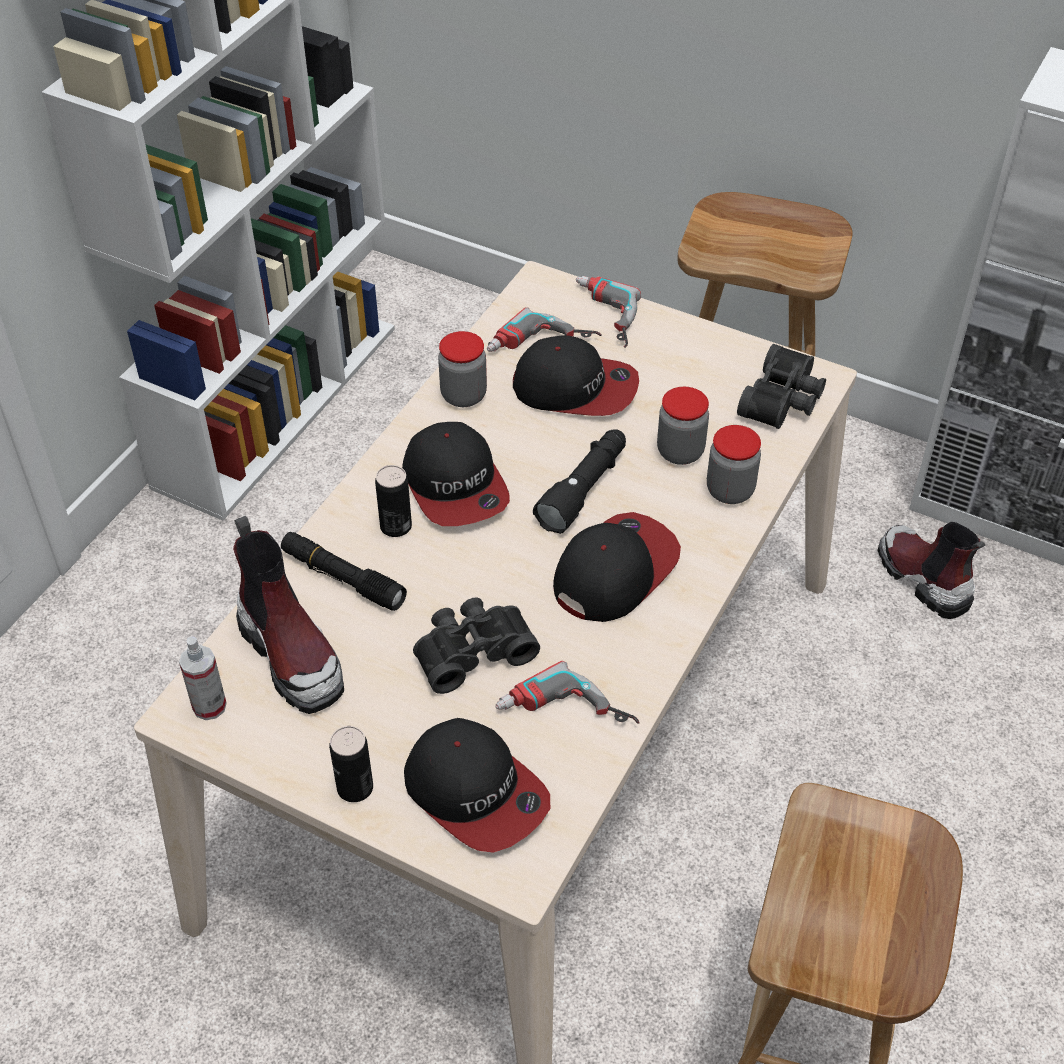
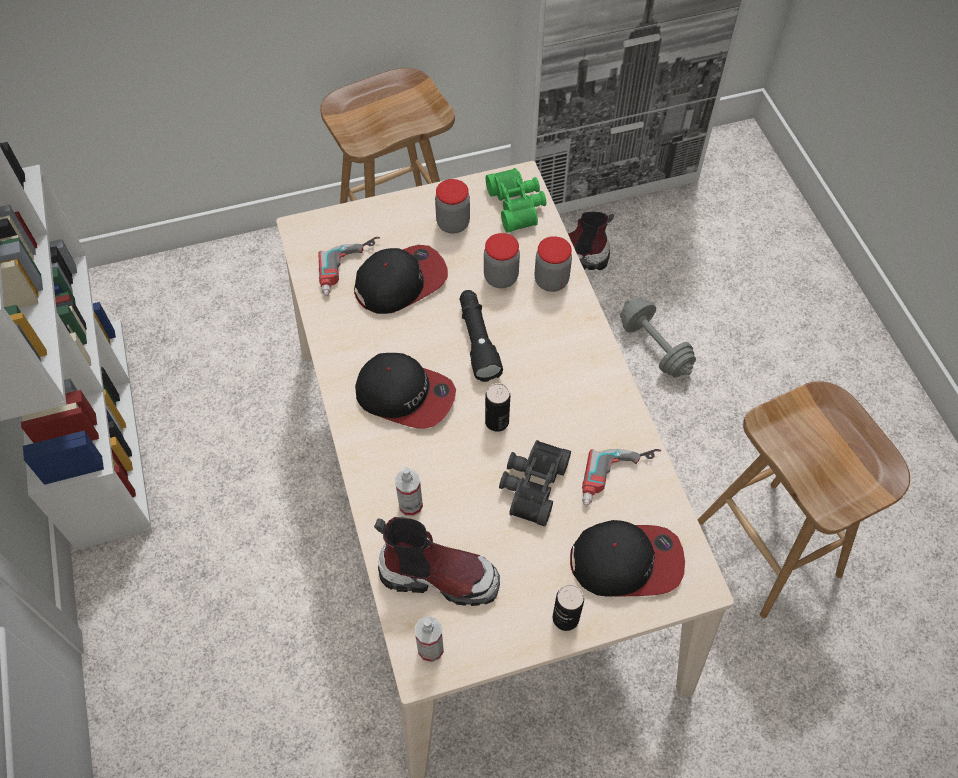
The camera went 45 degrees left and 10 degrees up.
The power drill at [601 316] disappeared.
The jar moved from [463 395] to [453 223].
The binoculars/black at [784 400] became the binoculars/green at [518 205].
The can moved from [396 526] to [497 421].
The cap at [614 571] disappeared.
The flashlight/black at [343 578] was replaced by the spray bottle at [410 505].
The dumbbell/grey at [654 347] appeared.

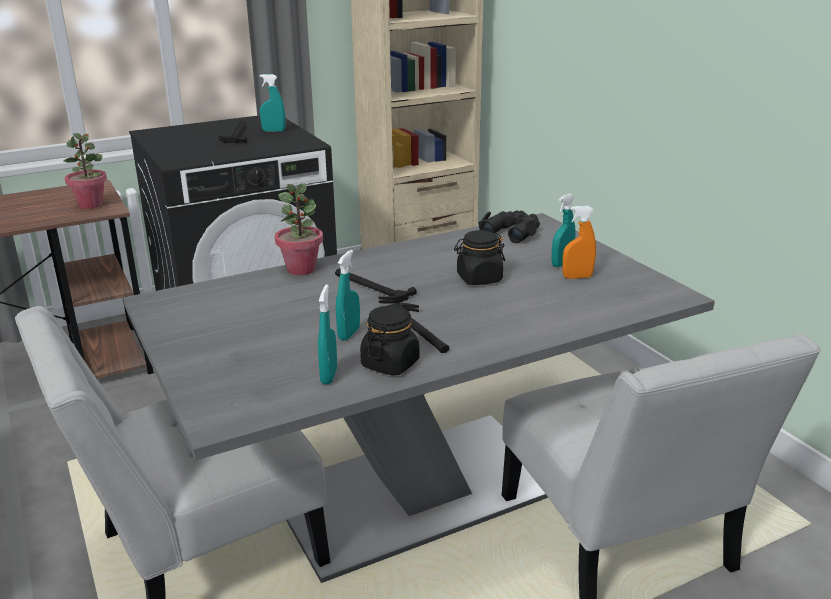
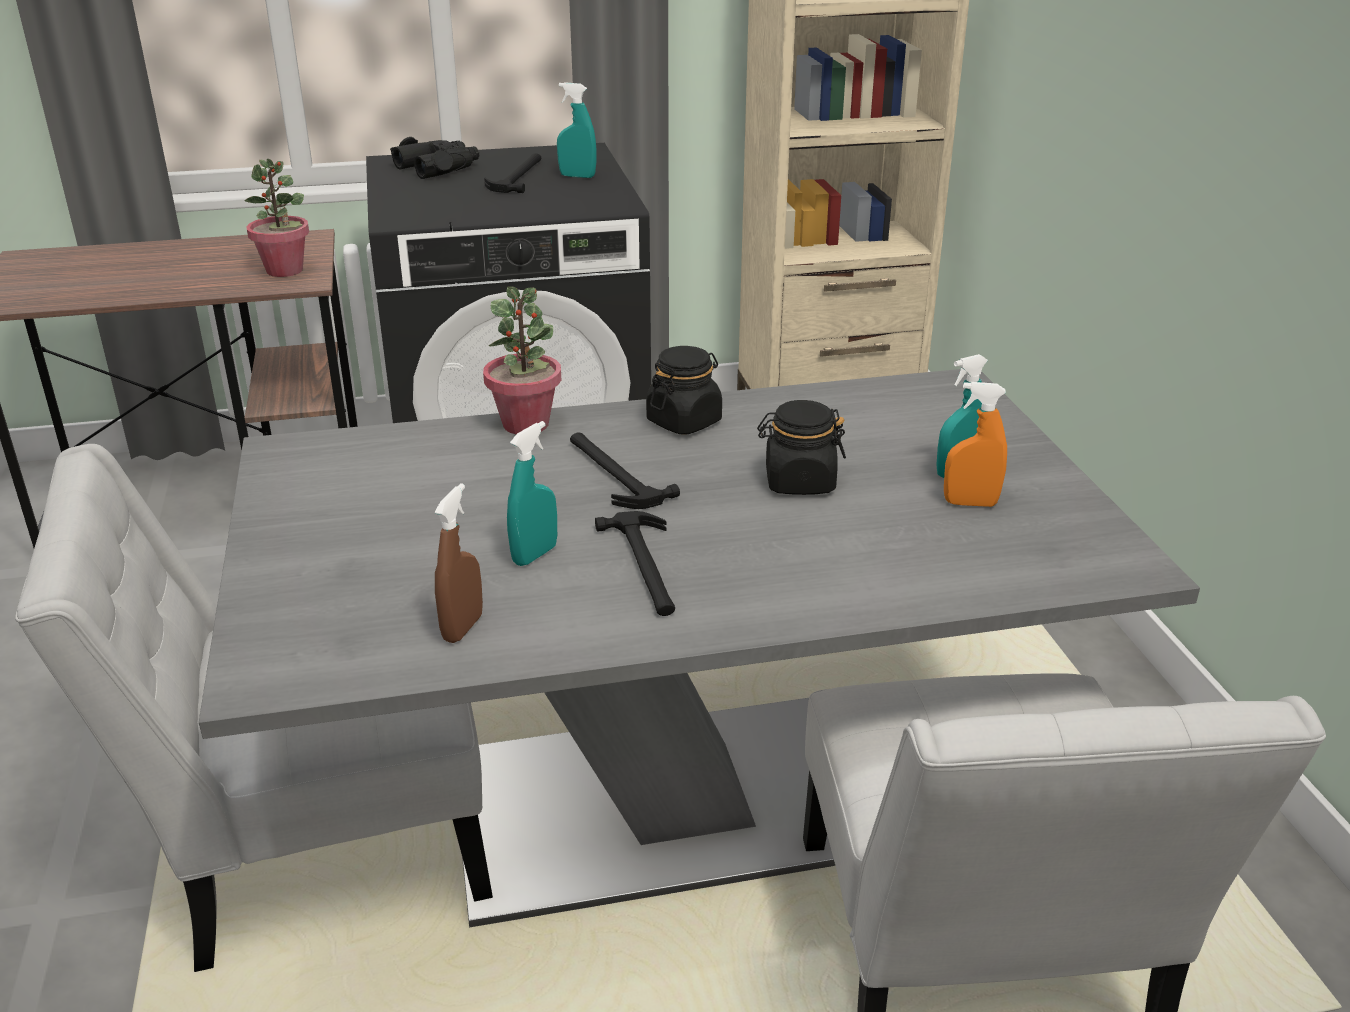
The camera went 15 degrees right and 5 degrees up.
The binoculars/black moved from [512 232] to [439 167].
The spray bottle/turquoise at [329 376] became the spray bottle/brown at [462 628].
The jar/black moved from [390 363] to [684 421].

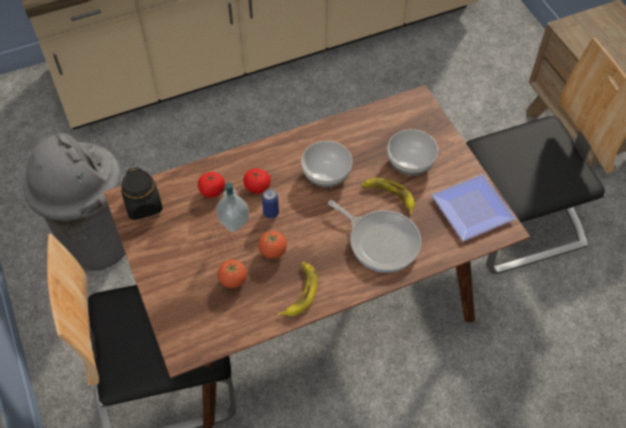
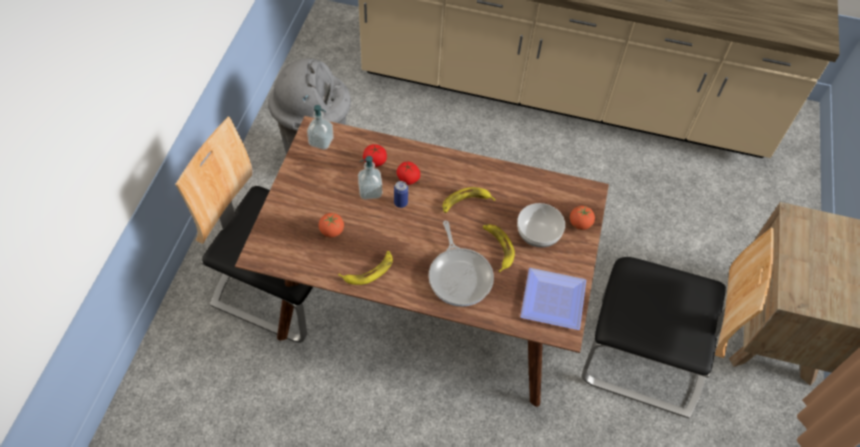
The camera went 35 degrees right and 0 degrees up.
The bowl at [326 175] was replaced by the banana at [465 202].
The jar/black at [143 205] was replaced by the soap dispenser at [321 141].
The tomato moved from [273 251] to [580 224].

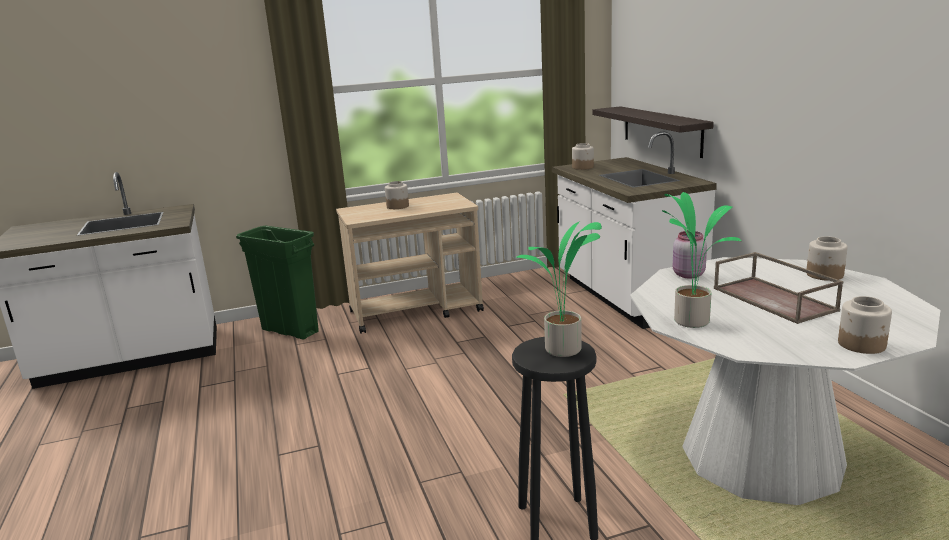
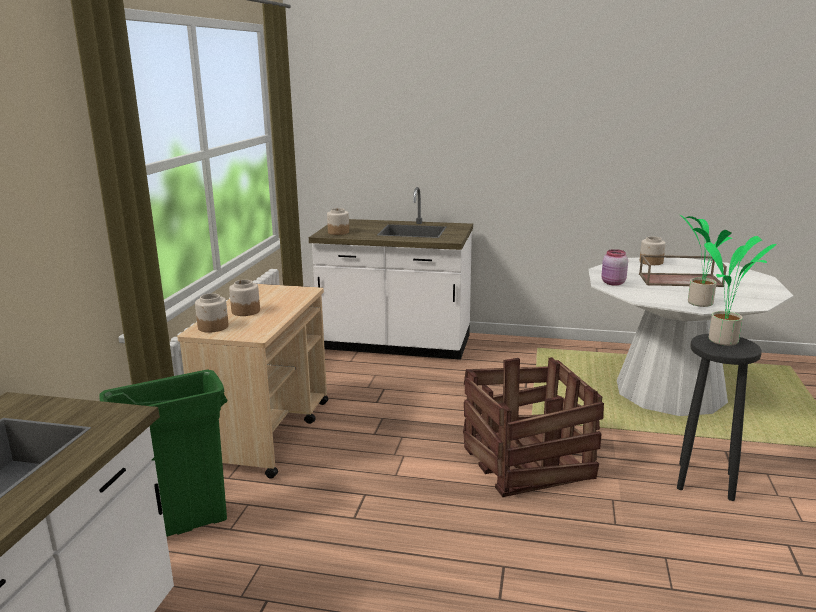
The camera went 60 degrees left and 0 degrees up.
The shelf at [661 130] disappeared.
The jar moved from [862 344] to [213 327].
The crate at [527 462] appeared.

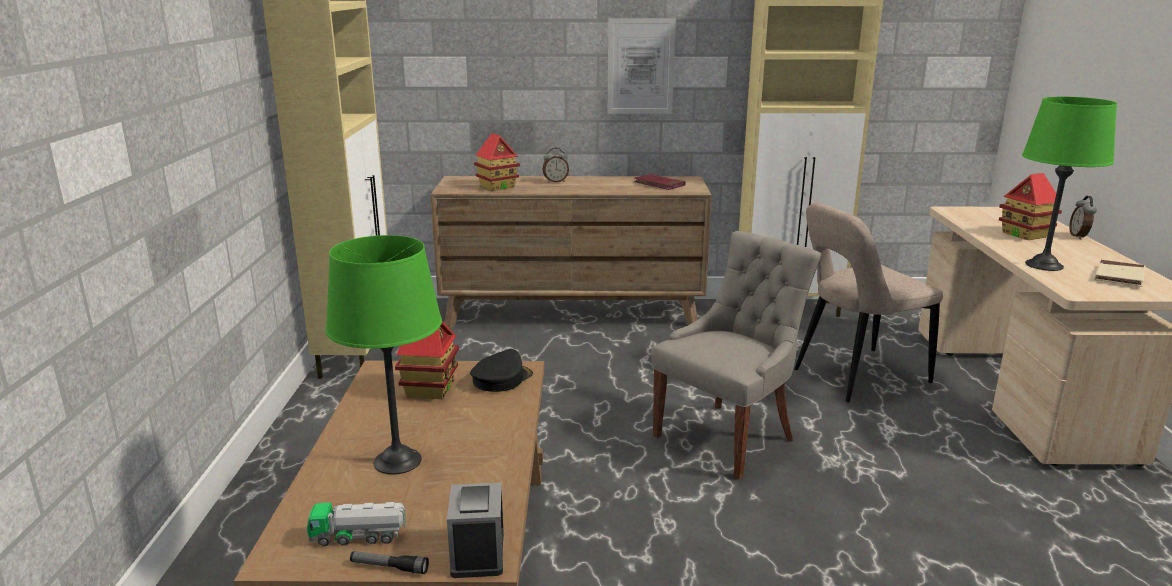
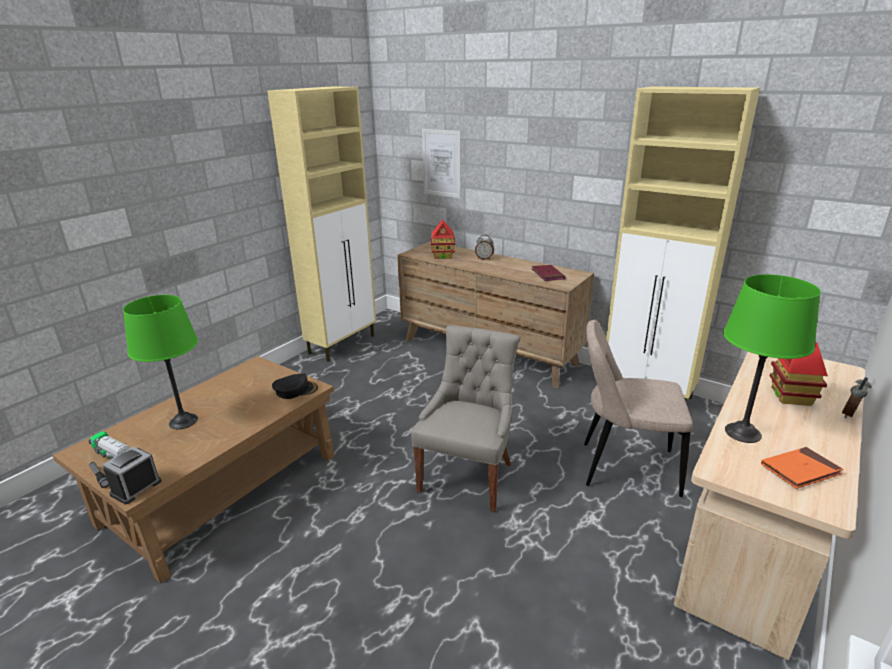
The camera went 35 degrees right and 5 degrees up.
The picture moved from [640 66] to [441 163].
The chair/grey at [727 437] turned 60 degrees counterclockwise.
The book/beige at [1119 277] became the book/orange at [800 470].
The toy house at [430 389] disappeared.

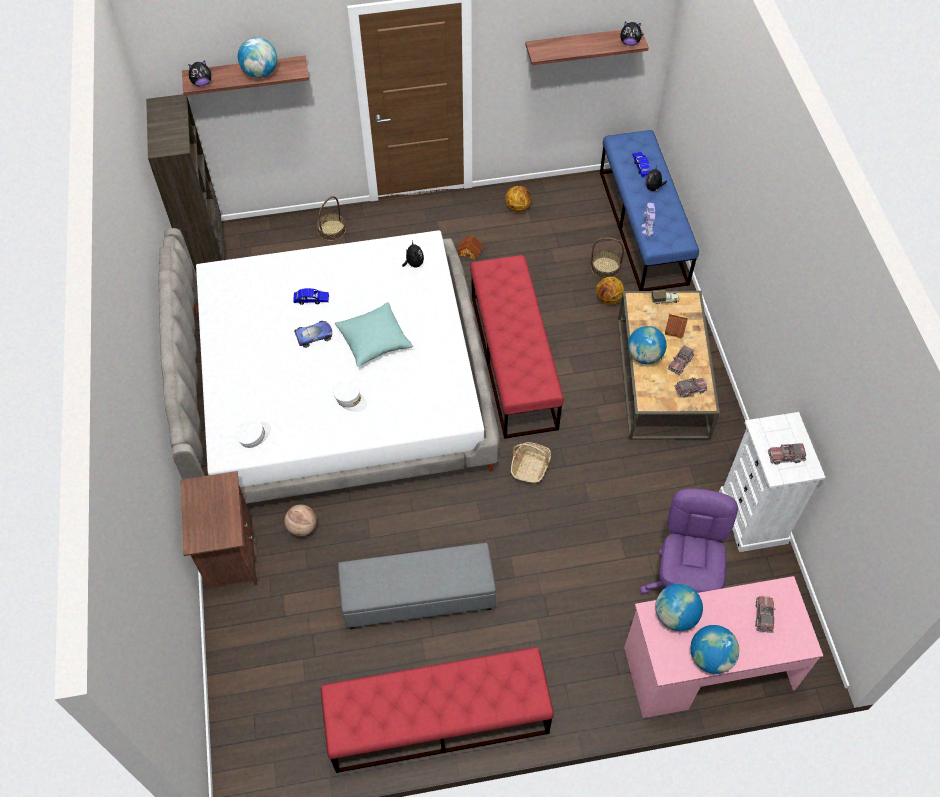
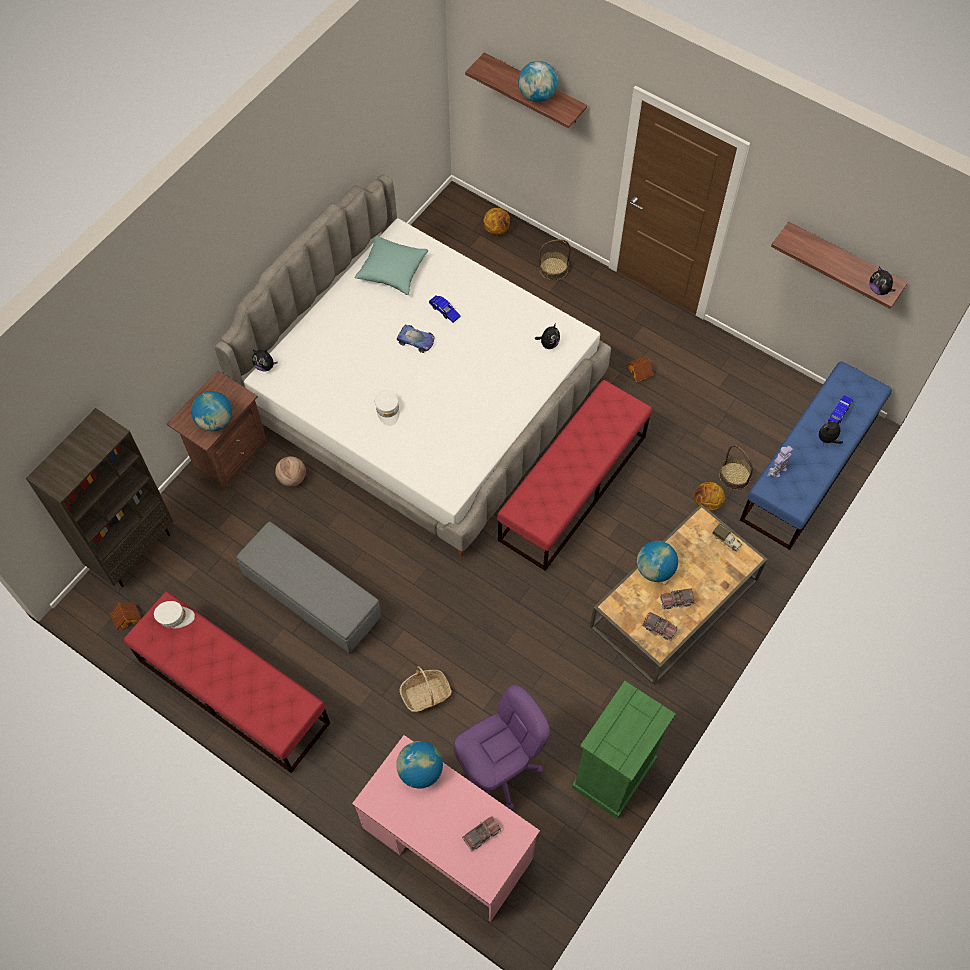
The camera went 45 degrees right and 5 degrees up.
The plush toy moved from [202 83] to [265 366].
The bookcase/brown moved from [207 255] to [133 550].
The basketball moved from [518 207] to [497 229].
The pillow/turquoise moved from [374 341] to [392 270].
The toy house moved from [674 329] to [127 618].
The dresser/white at [753 517] became the dresser/green at [614 774].
The cap/white moved from [254 436] to [175 617].
The basket moved from [530 467] to [426 694].
The toy truck at [785 456] disappeared.
The globe moved from [710 657] to [215 421].

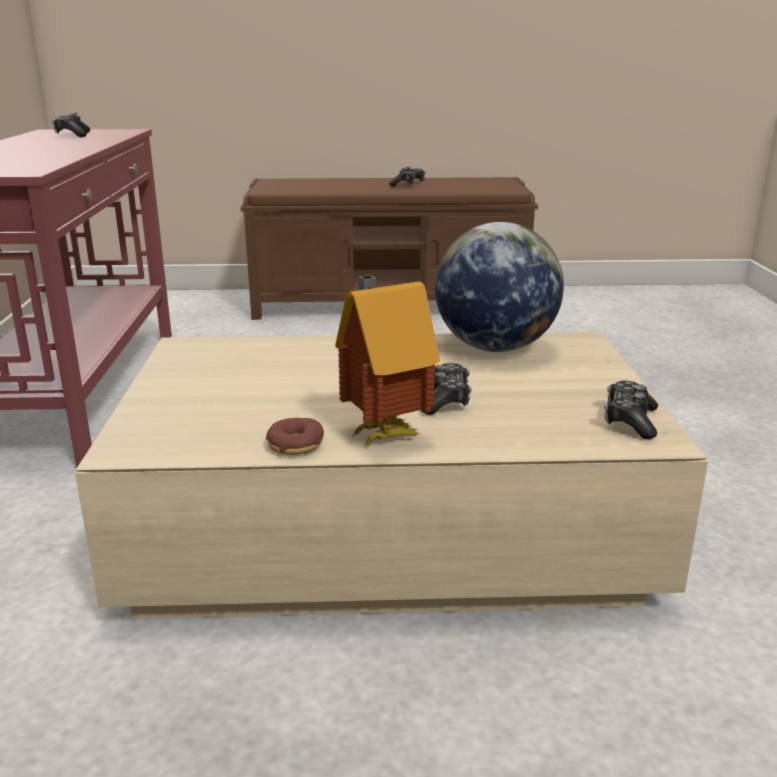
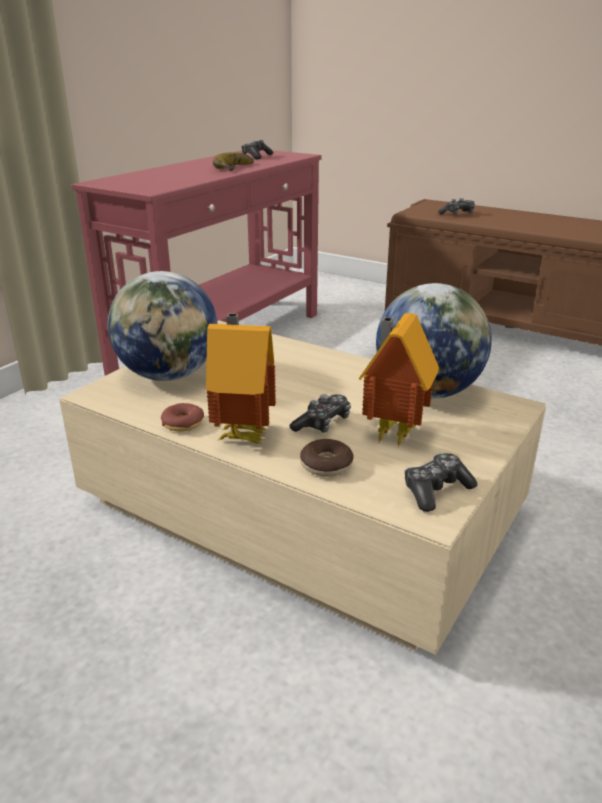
The camera went 35 degrees right and 5 degrees up.
The game controller moved from [408 184] to [457 214].
The banana at [239 168] appeared.
The globe at [169 375] appeared.
The toy house at [391 433] appeared.
The donut at [326 465] appeared.

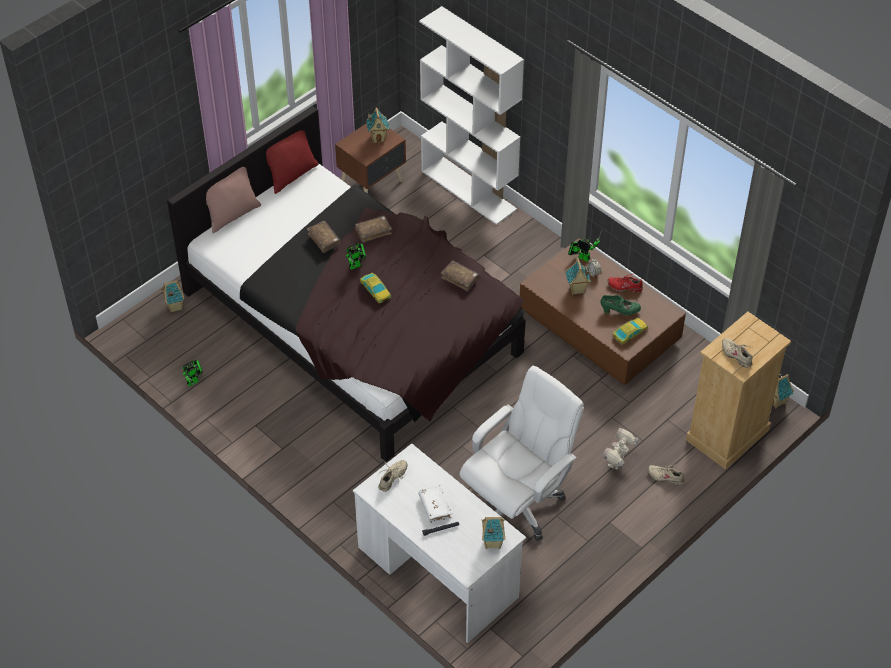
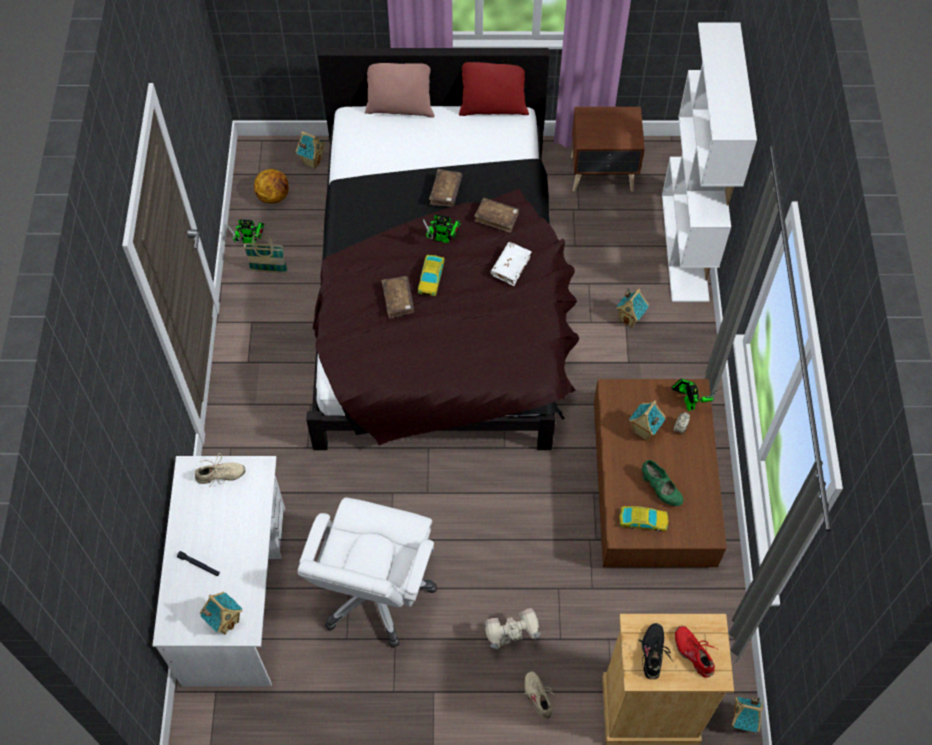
The camera went 45 degrees right and 10 degrees up.
The toy house moved from [378 138] to [630 319].
The book/brown moved from [460 278] to [398 300].
The shoe/red moved from [625 286] to [693 653].
The shoe/beige at [736 355] became the shoe/black at [653 653].
The office chair/white at [517 503] turned 105 degrees clockwise.
The book/white moved from [435 507] to [510 266].
The basketball at [274 196] appeared.
The basket at [268 270] appeared.

